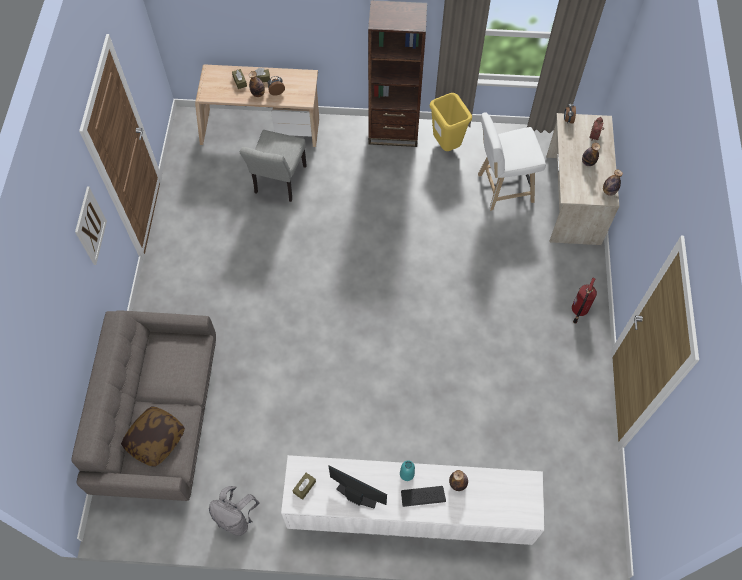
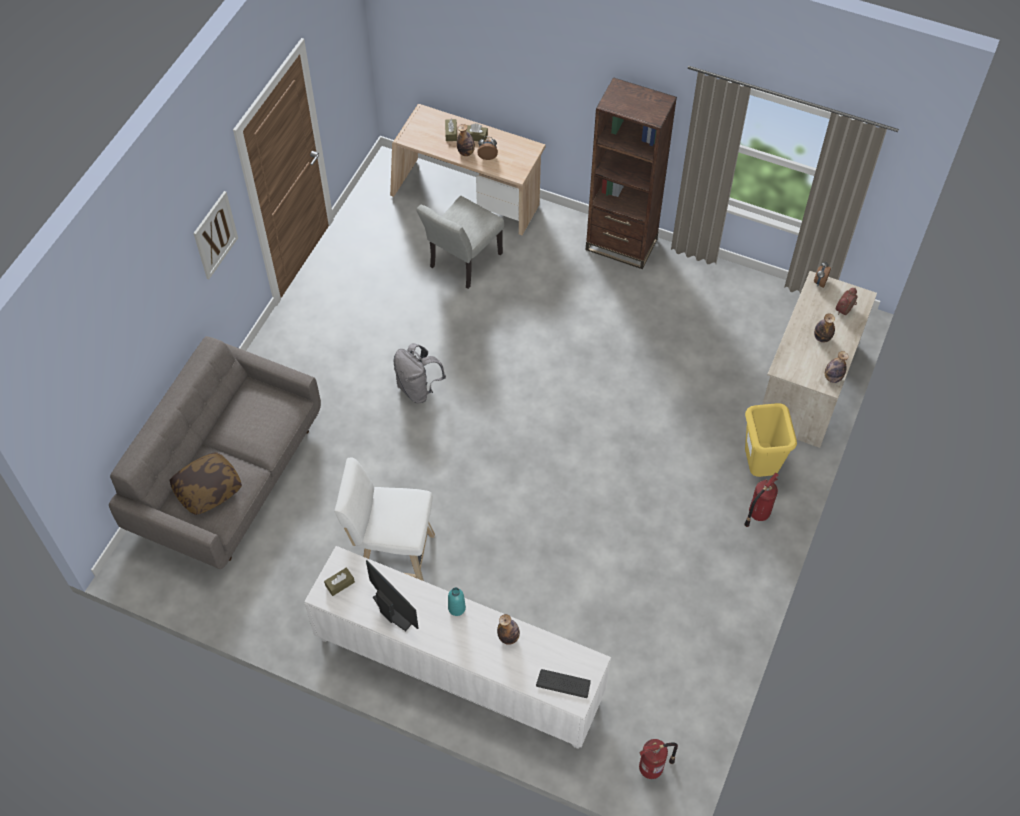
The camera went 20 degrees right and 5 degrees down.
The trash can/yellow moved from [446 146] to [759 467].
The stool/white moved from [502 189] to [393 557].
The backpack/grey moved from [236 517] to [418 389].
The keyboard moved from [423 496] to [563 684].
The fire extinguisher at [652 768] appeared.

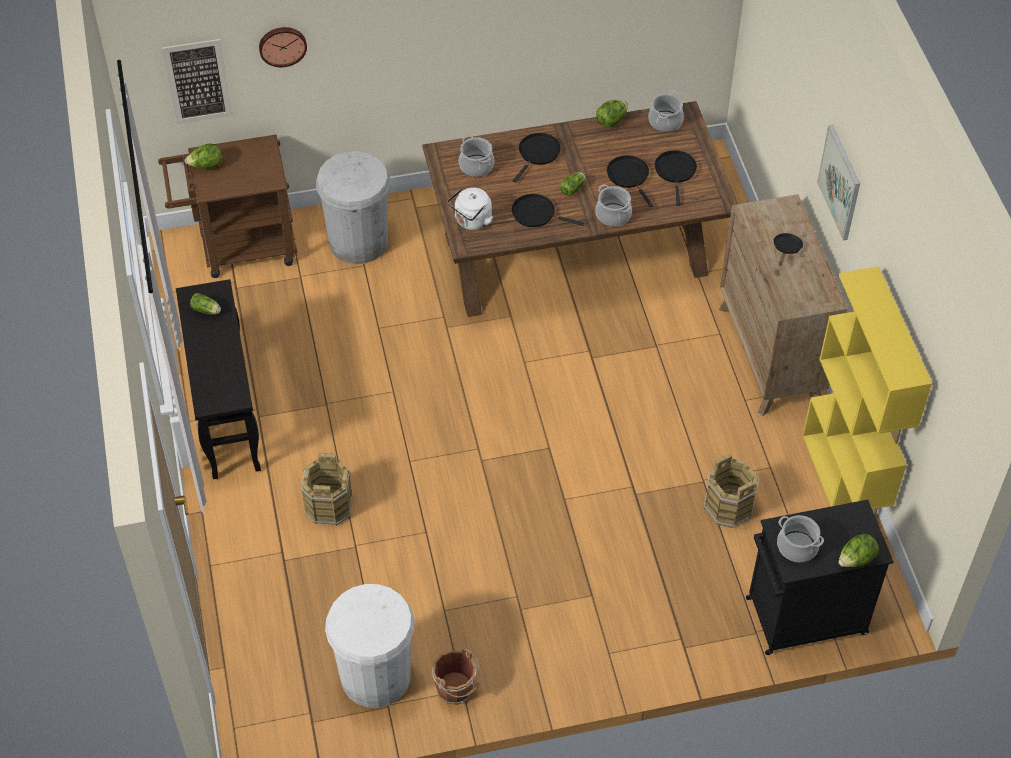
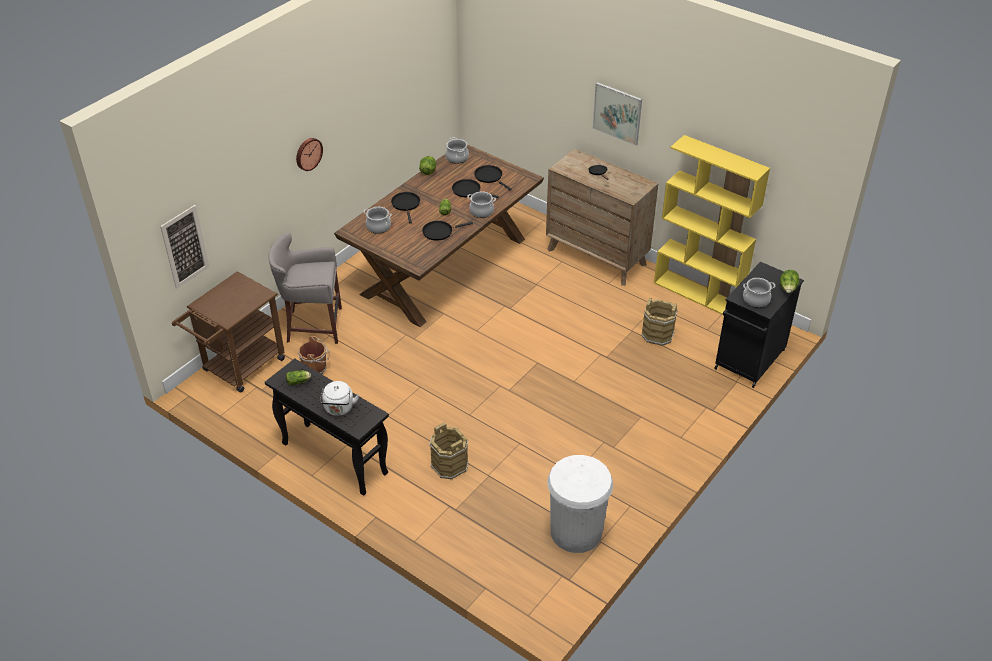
The camera went 40 degrees left and 10 degrees down.
The wall clock moved from [282 45] to [308 153].
The lettuce at [206 166] disappeared.
The trash can/white at [358 241] was replaced by the stool/grey at [312 325].
The kettle/white moved from [471 221] to [339 409].
The bucket/brown moved from [456 689] to [316 368].

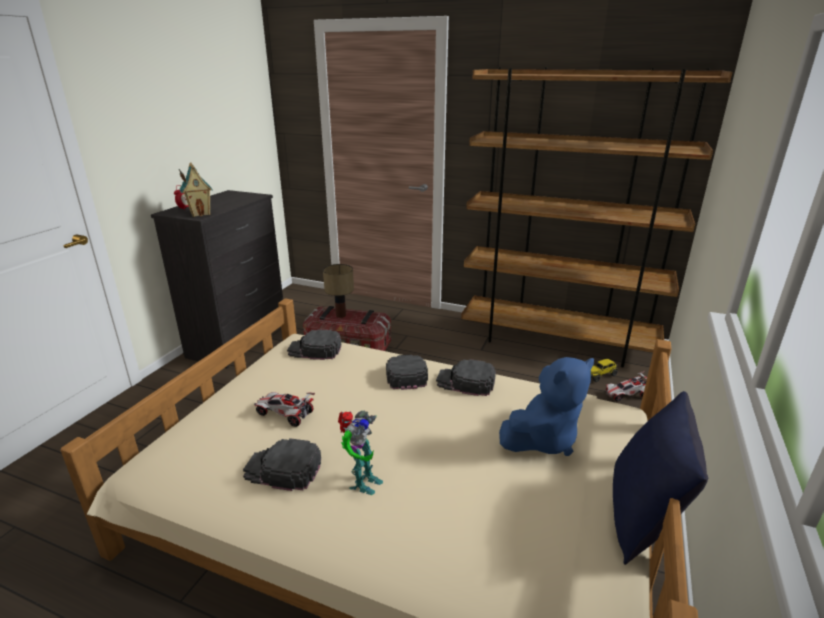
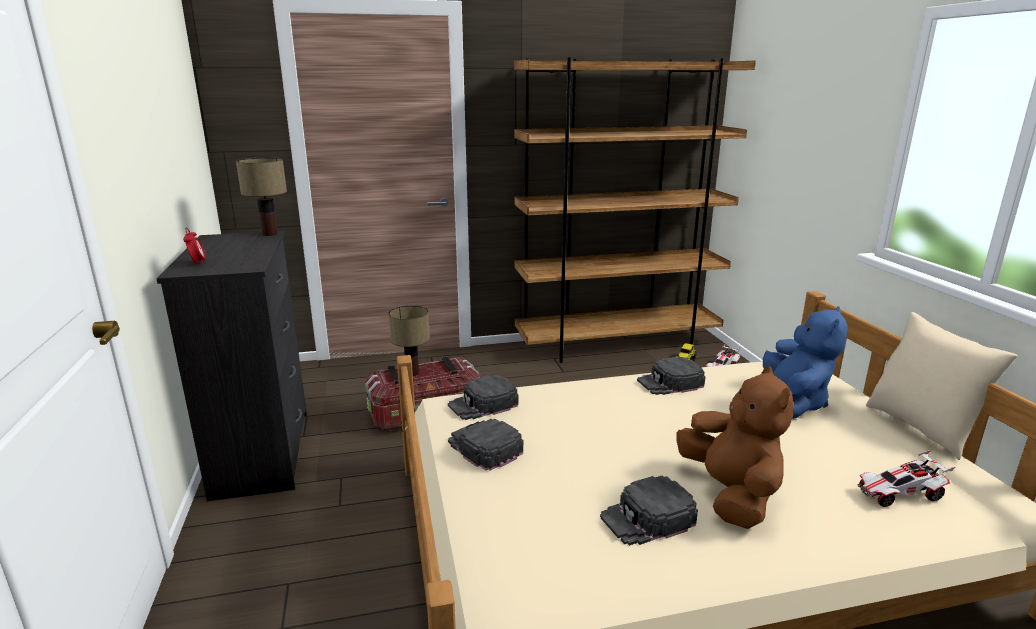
The camera went 35 degrees left and 5 degrees down.
The toy house at [200 213] disappeared.
The cap/black moved from [405 373] to [484 447].
The pillow/blue at [643 518] became the pillow/beige at [921 428].
The toy car moved from [285 414] to [899 494].
The toy robot at [362 483] was replaced by the plush toy/brown at [730 494].
The table lamp at [269 234] appeared.

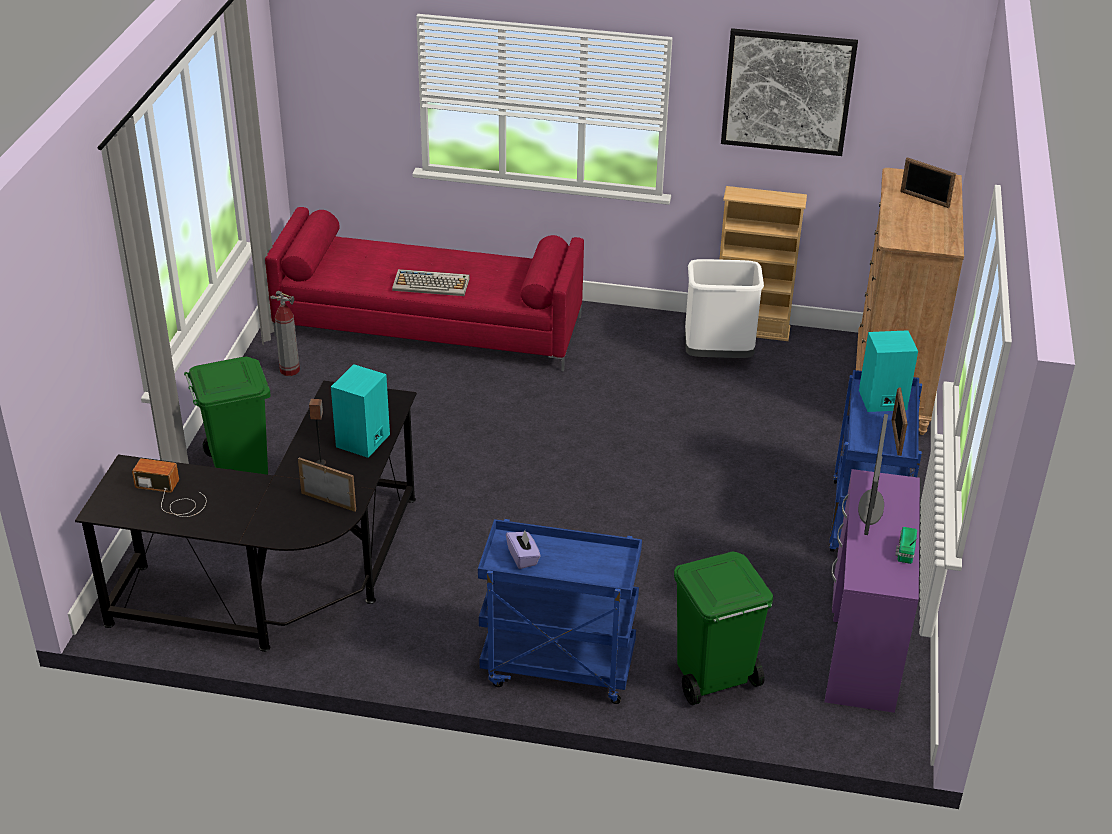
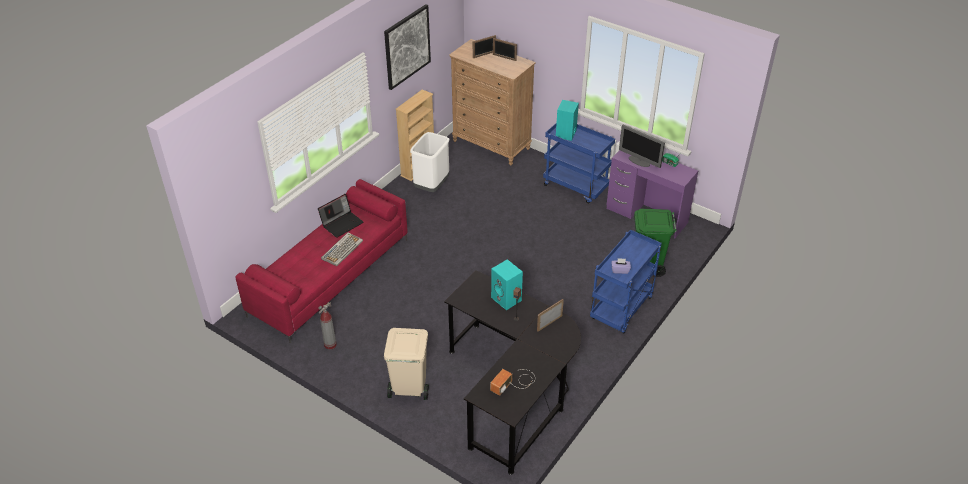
The camera went 65 degrees left and 5 degrees up.
The trash can/green at [238 469] became the trash can/beige at [409 388].
The picture frame moved from [896 438] to [504 57].
The laptop at [342 223] appeared.

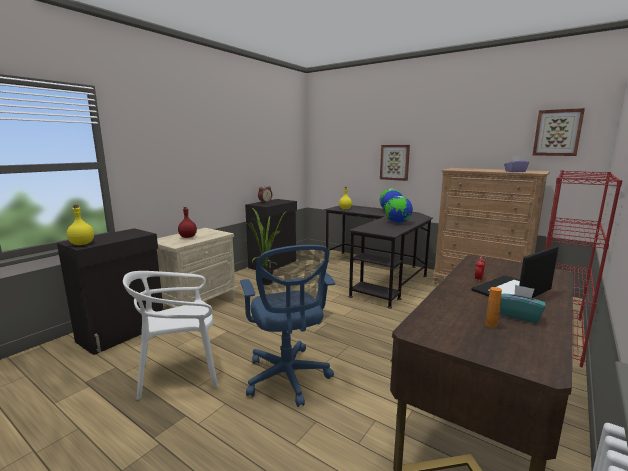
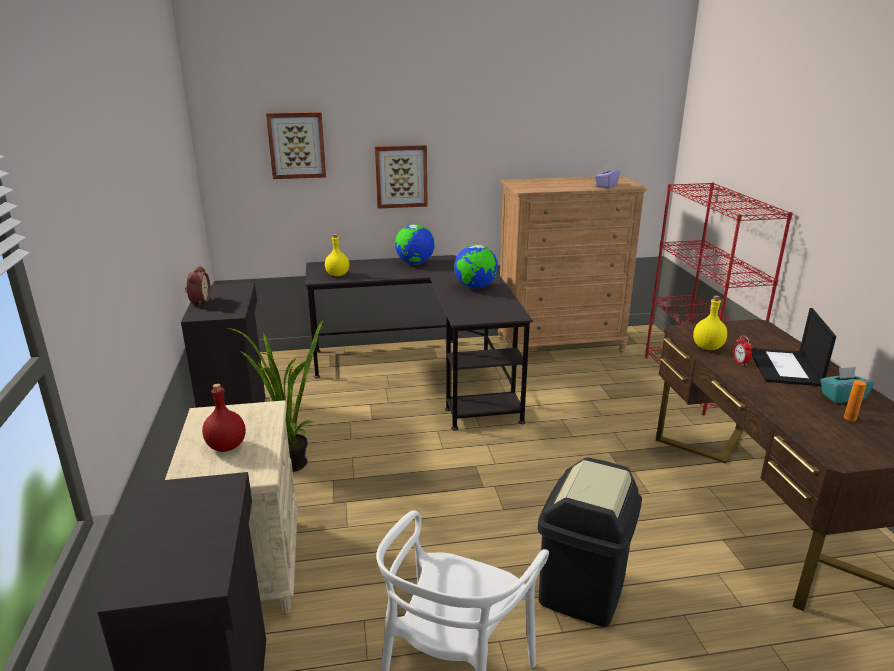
The camera went 45 degrees left and 10 degrees up.
The picture moved from [557 132] to [297 145].
The bottle/yellow moved from [82 244] to [707 347].
The office chair/blue at [288 378] was replaced by the trash can/black at [583 590].

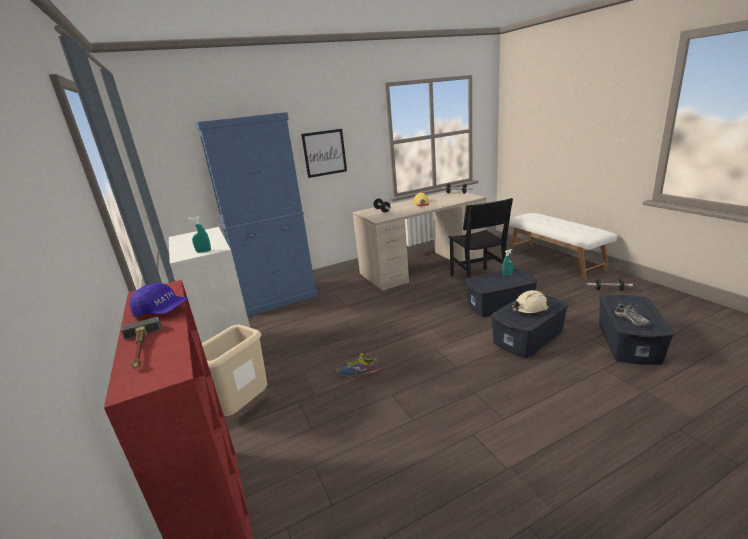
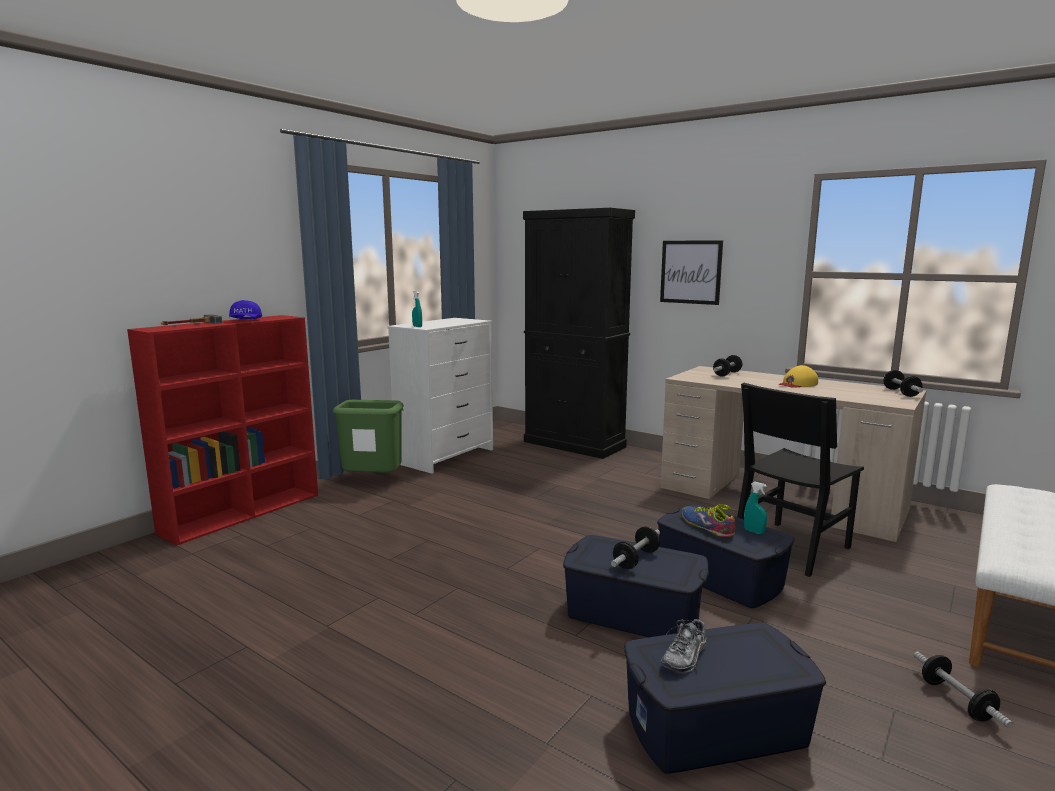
The camera went 60 degrees right and 10 degrees down.
The cabinet/blue at [279 299] became the cabinet/black at [574 444].
The hard hat/beige at [529 309] was replaced by the dumbbell at [636 559].
The trash can/beige at [243 409] became the trash can/green at [373 482].
The shoe moved from [358 371] to [706 526].

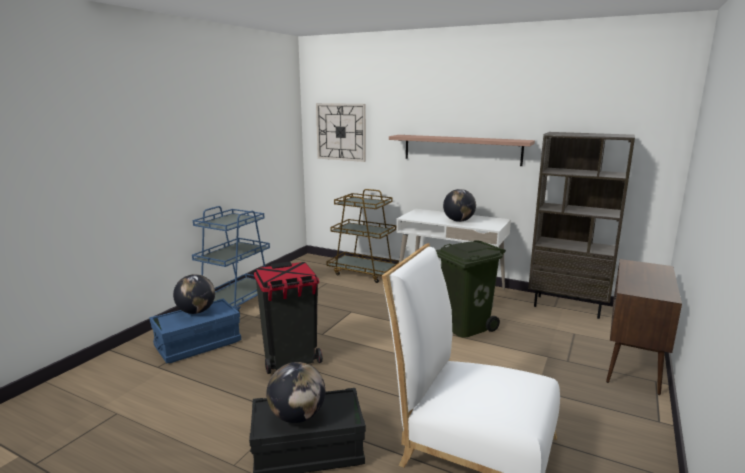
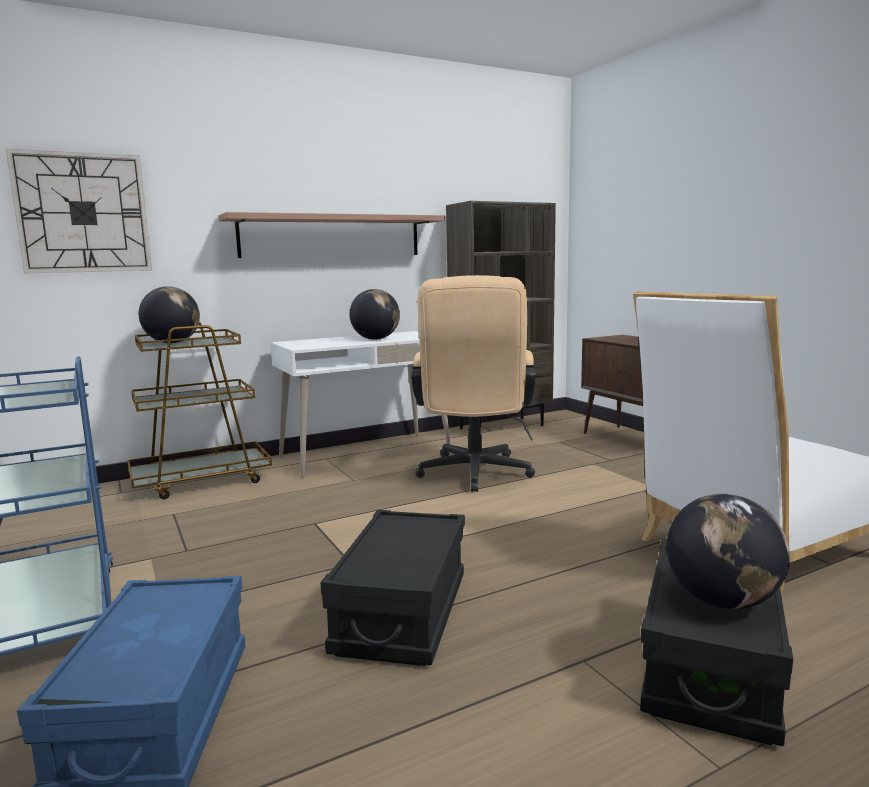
The camera went 55 degrees left and 5 degrees down.
The trash can/green at [464 326] was replaced by the office chair/beige at [474 475].
The trash can/black at [291 360] was replaced by the storage box/black at [402 613].
The globe moved from [196 311] to [172 343].

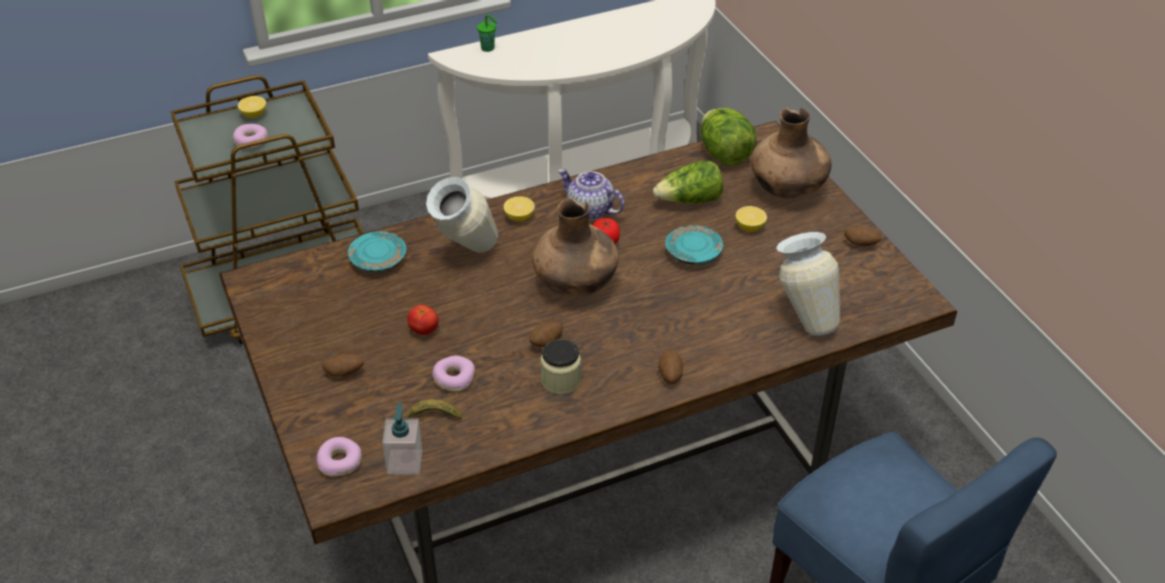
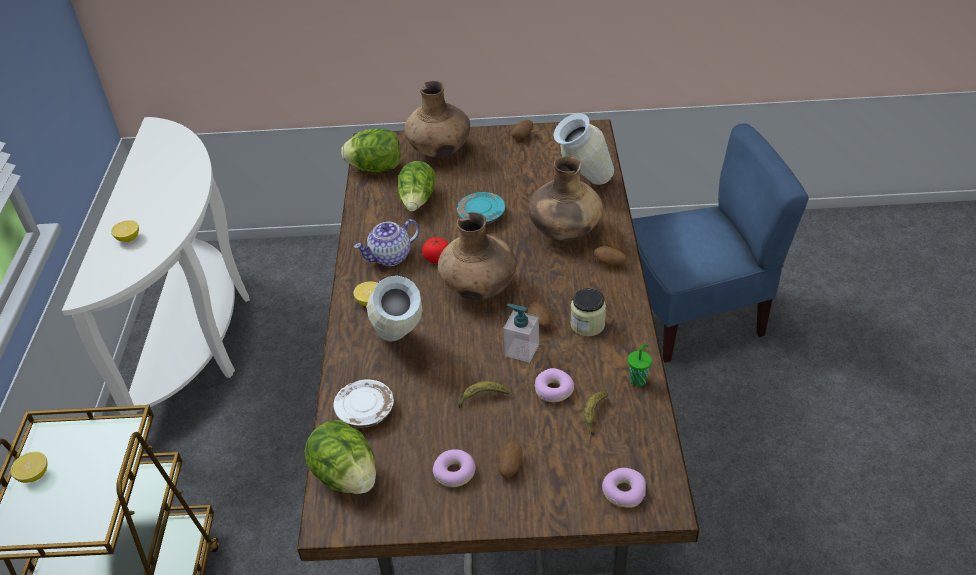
The camera went 65 degrees left and 0 degrees up.
The cup/green moved from [488 48] to [638 380].
The donut moved from [251 141] to [454 473].
The lemon moved from [749 227] to [128 238].
The plate/turquoise at [378 260] became the plate/white at [365 410].
The tomato at [424 330] was replaced by the banana at [482 397].
The soap dispenser moved from [405 461] to [521 350].
The vase/brown at [564 232] appeared.
The lettuce at [346 476] appeared.

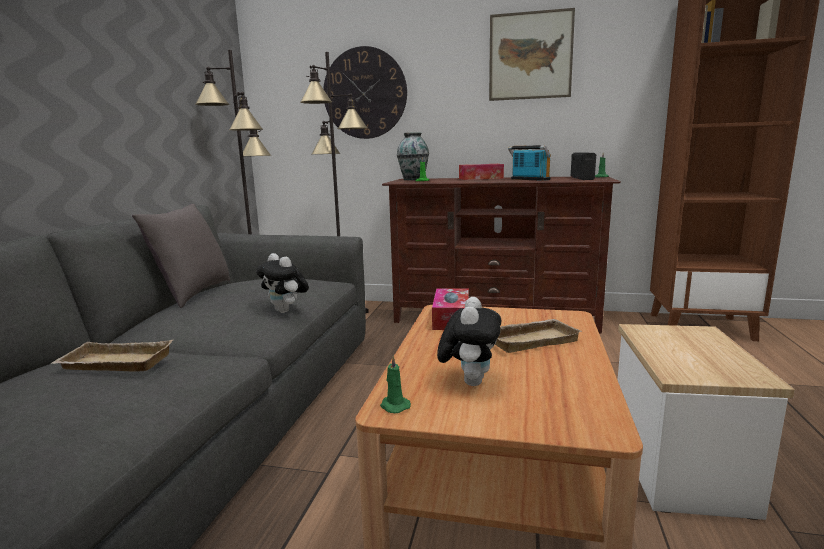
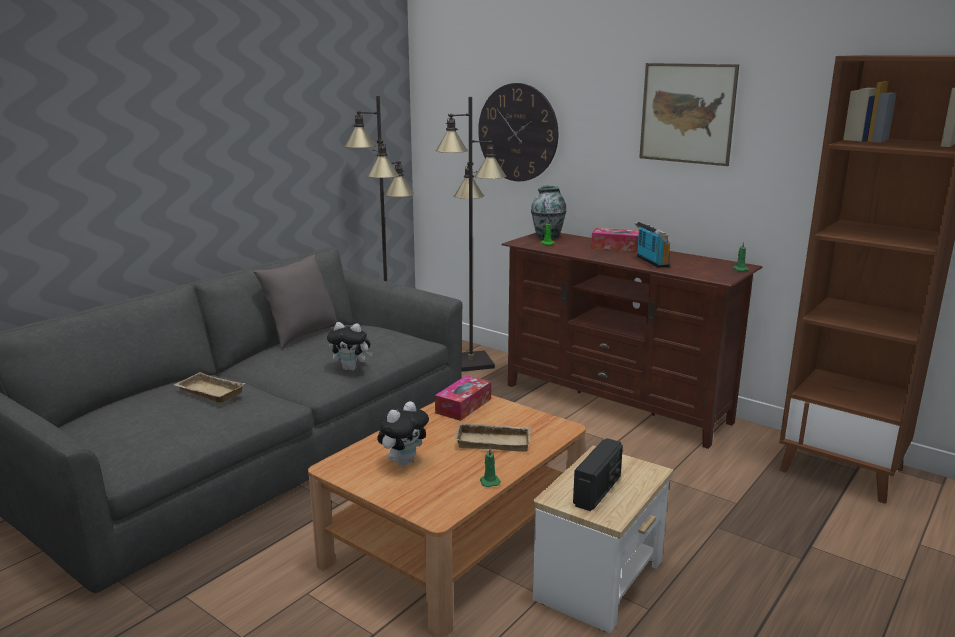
The camera went 25 degrees right and 5 degrees up.
The radio moved from [582 178] to [598 491].
The plush toy at [286 311] turned 60 degrees counterclockwise.
The candle/green moved from [394 406] to [489 481].

